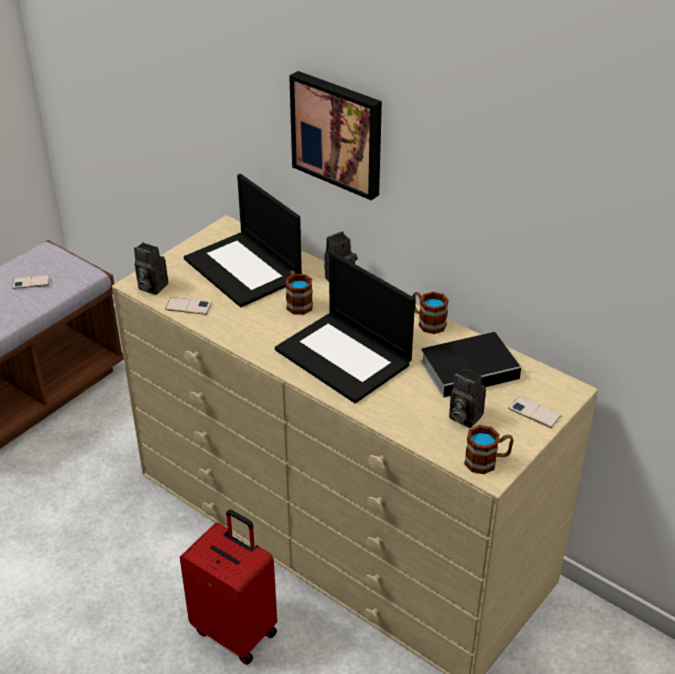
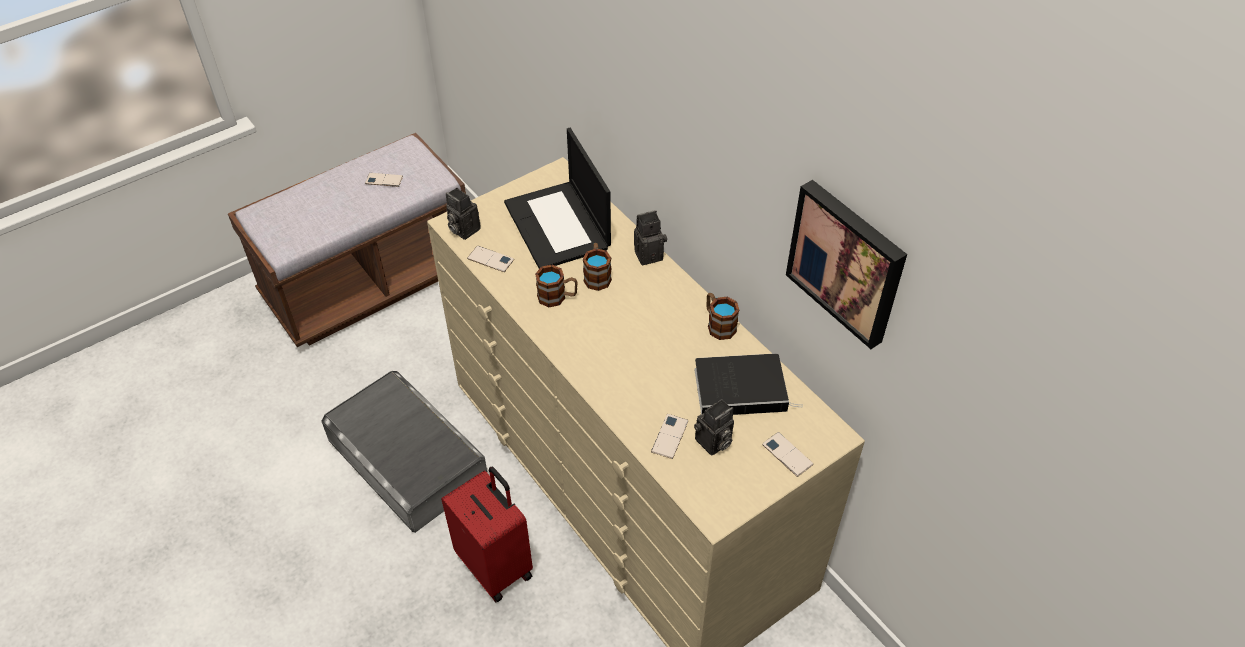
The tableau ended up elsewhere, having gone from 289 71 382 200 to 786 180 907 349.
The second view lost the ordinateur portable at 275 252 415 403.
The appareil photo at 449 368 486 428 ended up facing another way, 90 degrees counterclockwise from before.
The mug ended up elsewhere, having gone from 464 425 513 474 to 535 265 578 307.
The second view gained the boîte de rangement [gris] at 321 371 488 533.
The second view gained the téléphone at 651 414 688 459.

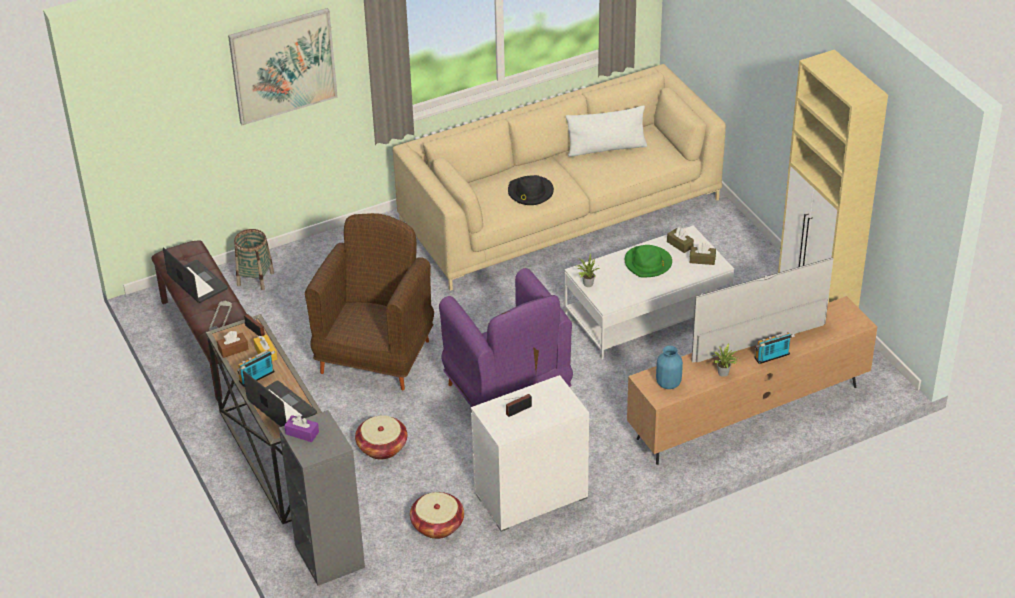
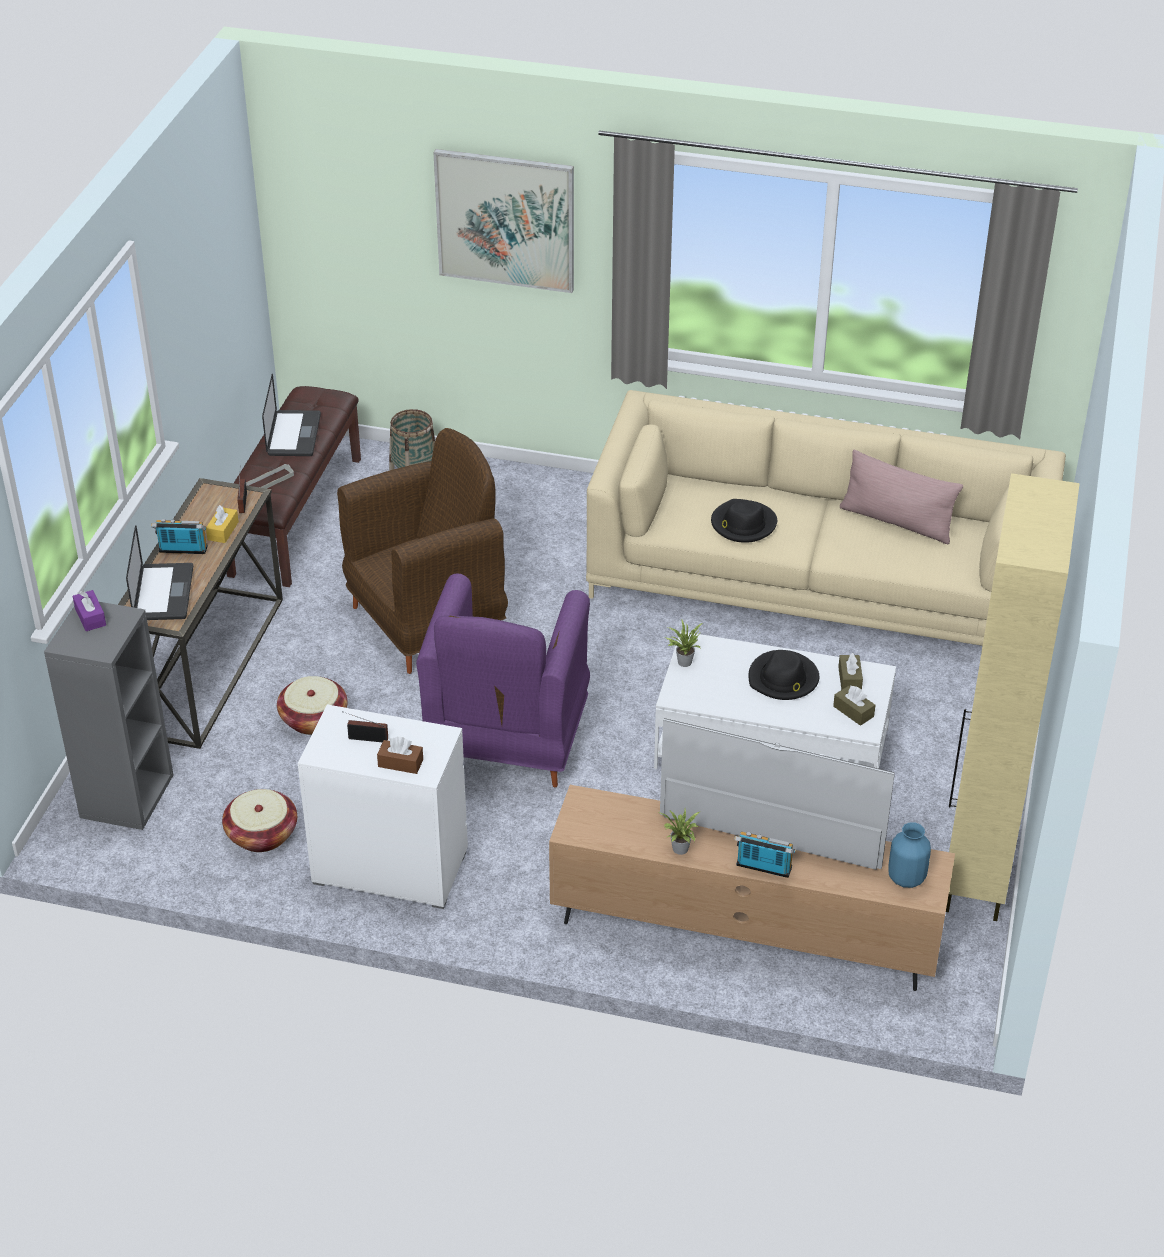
What was the coussin [blanc] at 566 106 647 157 turned into the coussin [rose] at 840 450 963 544.
What was the chapeau [vert] at 625 245 672 277 turned into the chapeau [noir] at 749 650 819 700.
The boîte à mouchoirs [marron] ended up elsewhere, having gone from 217 331 249 358 to 377 737 423 774.
The vase [bleu] ended up elsewhere, having gone from 656 346 683 389 to 888 822 931 888.

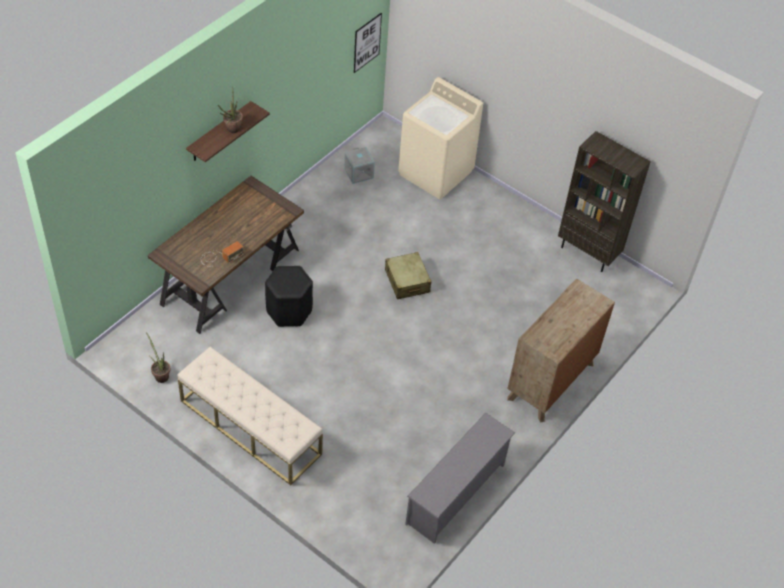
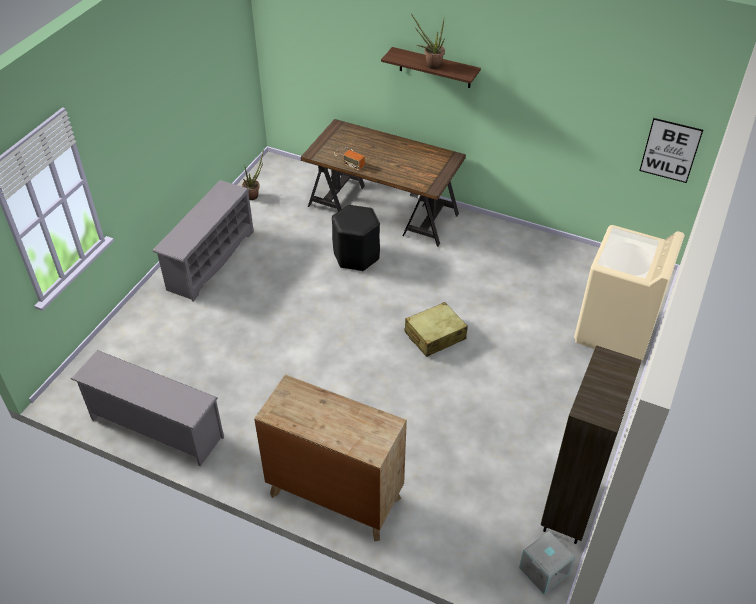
The boîte de rangement [gris] ended up elsewhere, having gone from 344 147 375 184 to 519 531 575 594.
Where the banc [beige] stood at 178 347 323 485, the étagère à chaussures [gris] came to stand at 152 180 254 302.

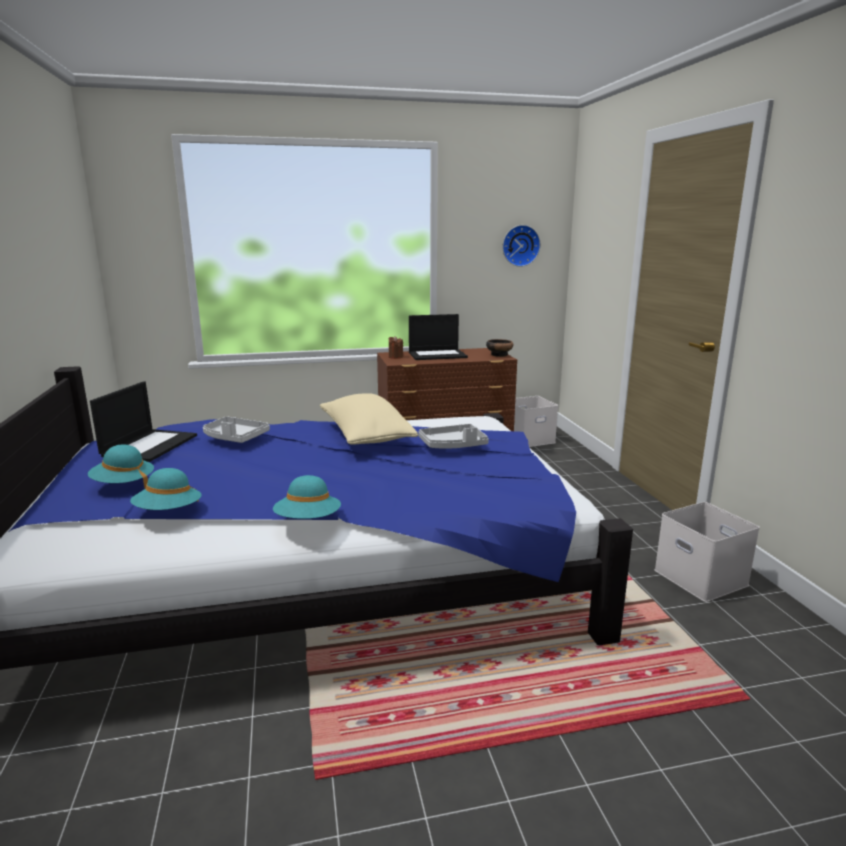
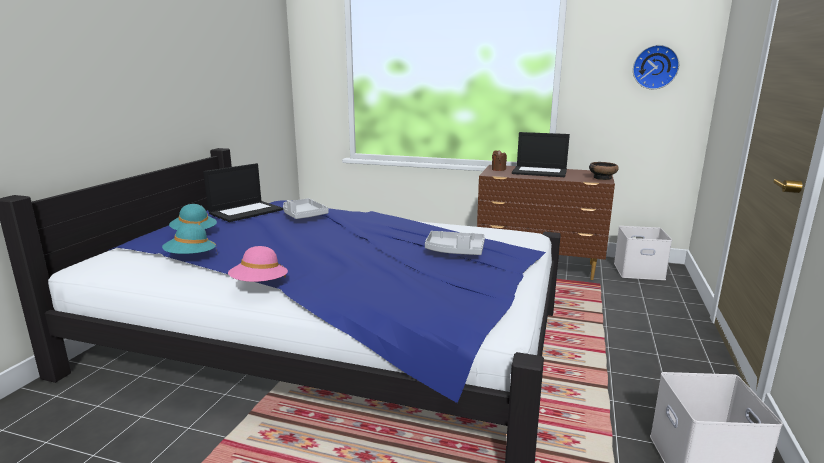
The second view lost the coussin [beige] at 320 393 418 445.
What was the chapeau [turquoise] at 273 475 341 519 turned into the chapeau [rose] at 228 246 288 282.

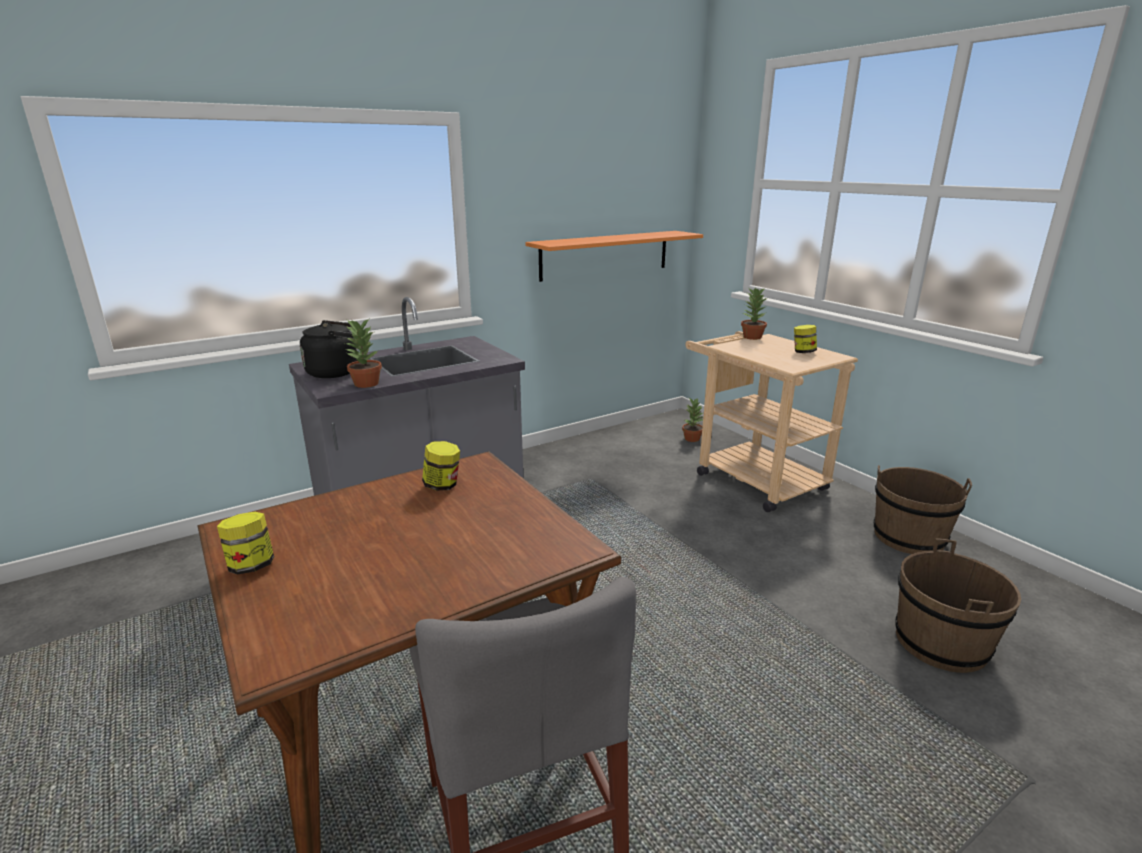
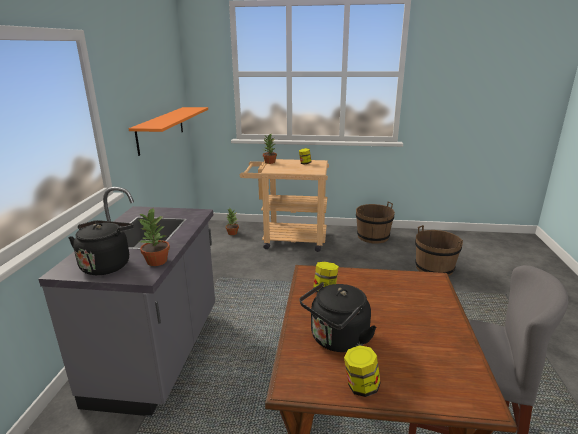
The second view gained the bouilloire [noir] at 300 282 377 352.

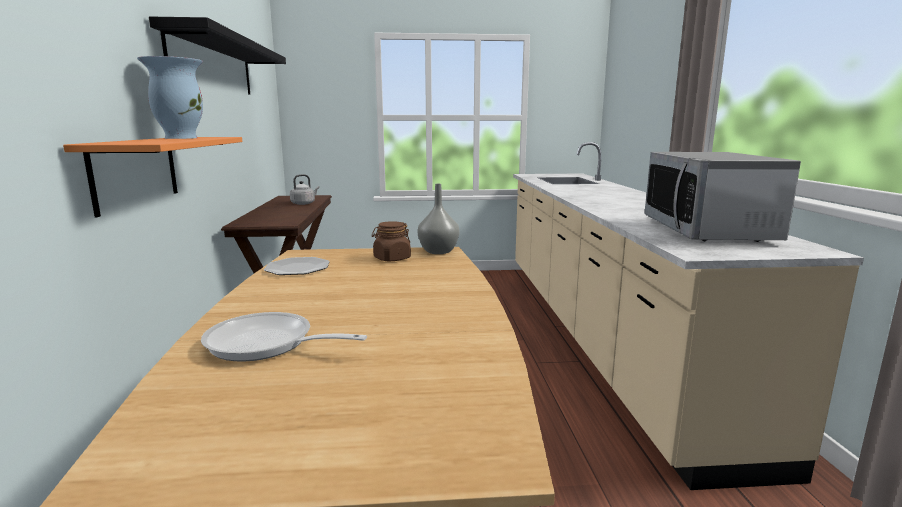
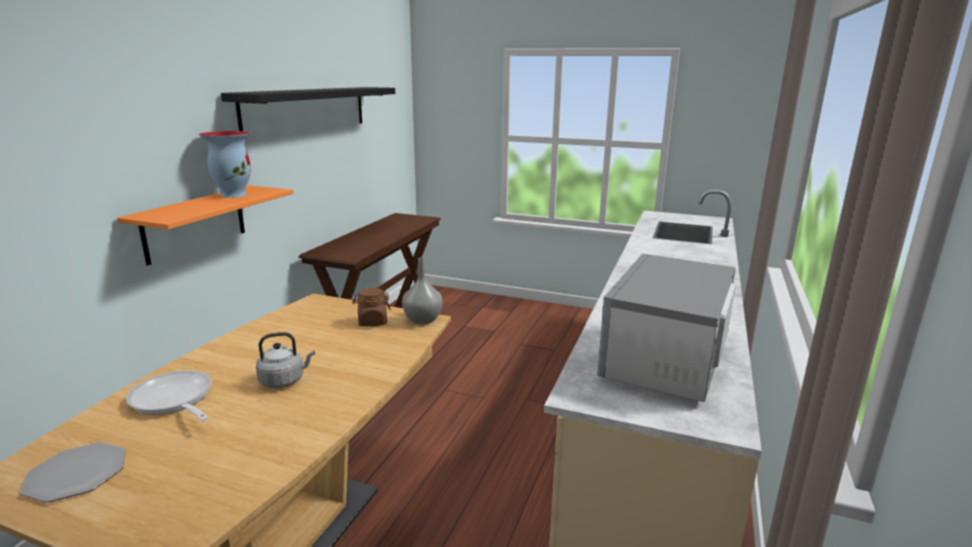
The bouilloire [gris] ended up elsewhere, having gone from 290 174 319 205 to 256 332 315 388.
The assiette ended up elsewhere, having gone from 264 257 330 275 to 20 442 126 502.

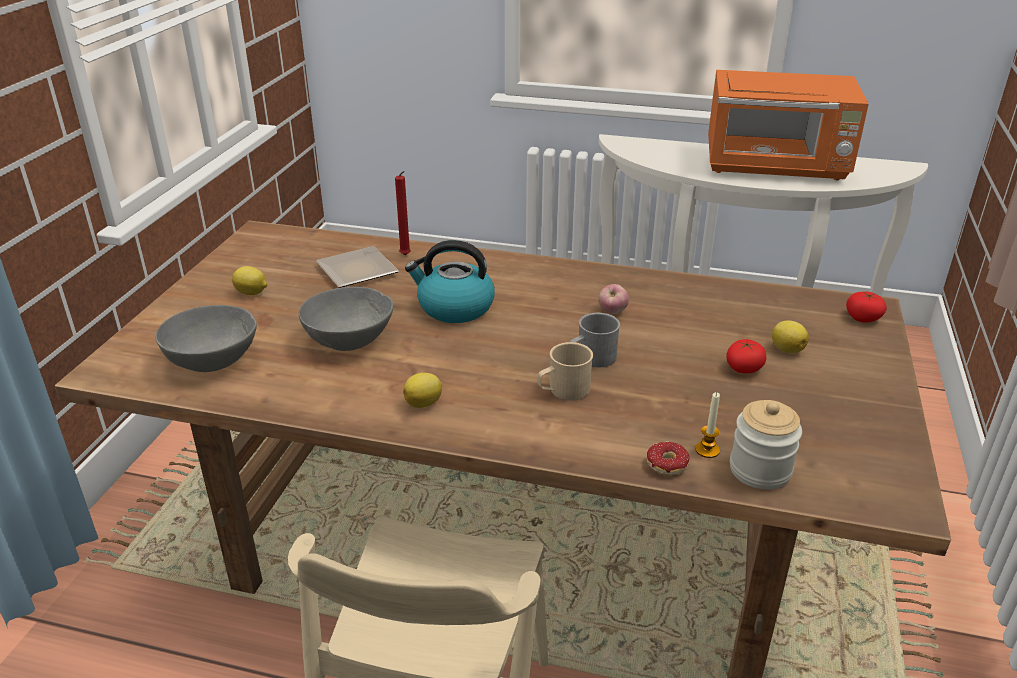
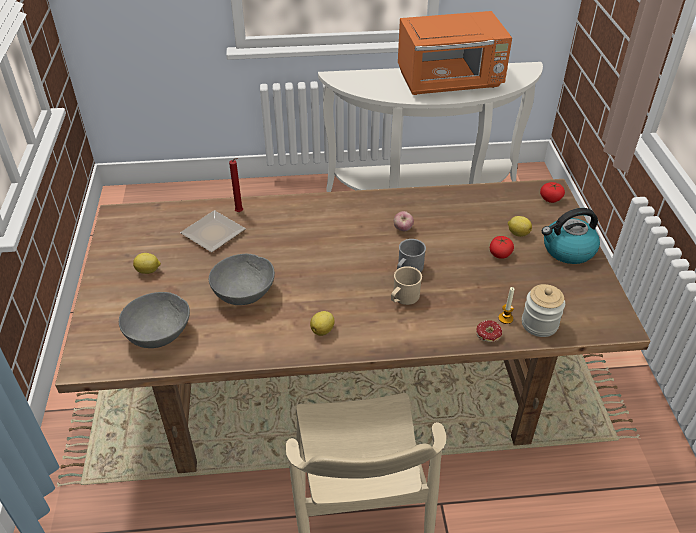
The bouilloire ended up elsewhere, having gone from 405 240 495 323 to 542 208 600 264.

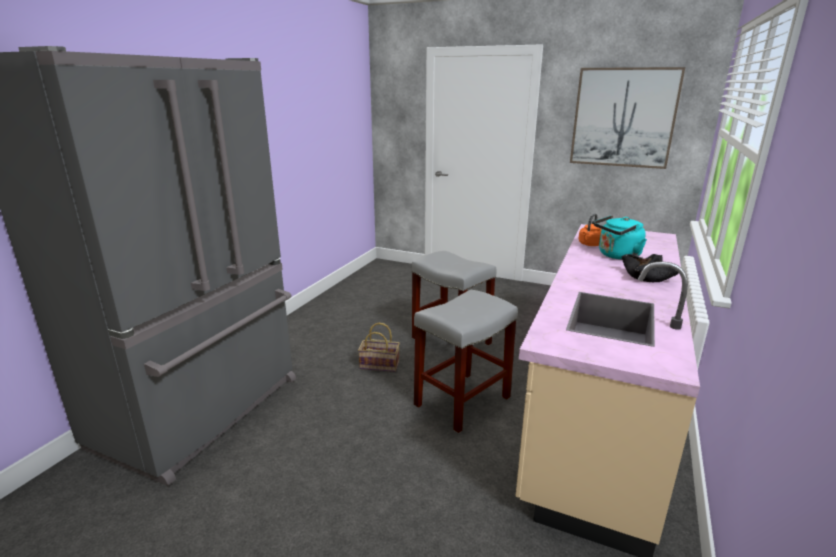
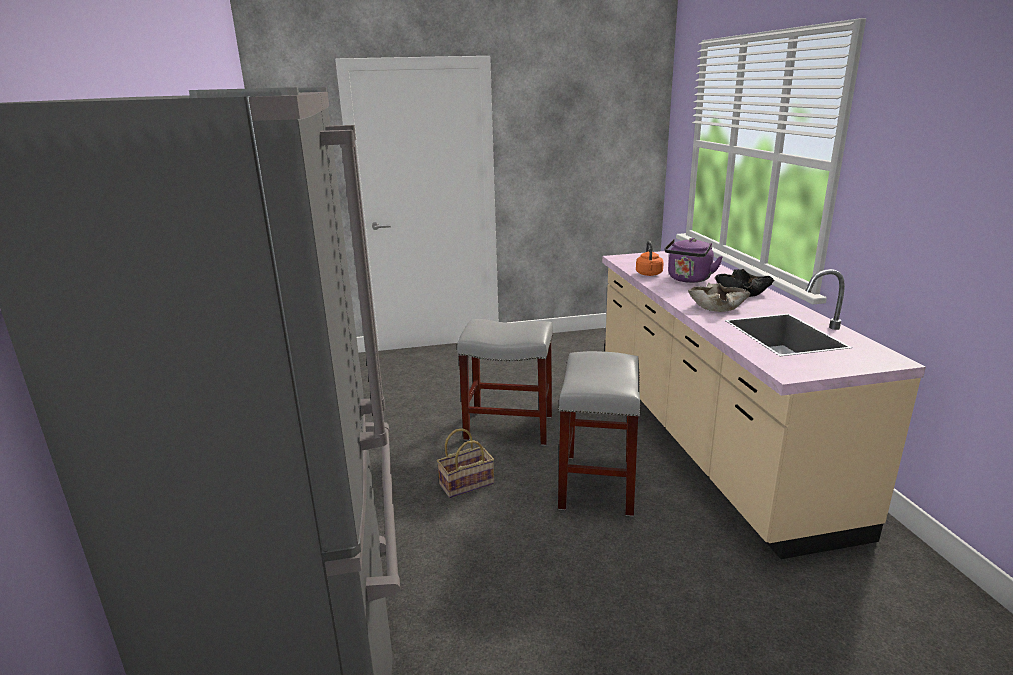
The second view lost the tableau at 570 67 685 169.
What was the bouilloire [turquoise] at 594 215 647 260 turned into the bouilloire [violet] at 664 238 723 283.
The second view gained the bol [beige] at 688 283 751 312.

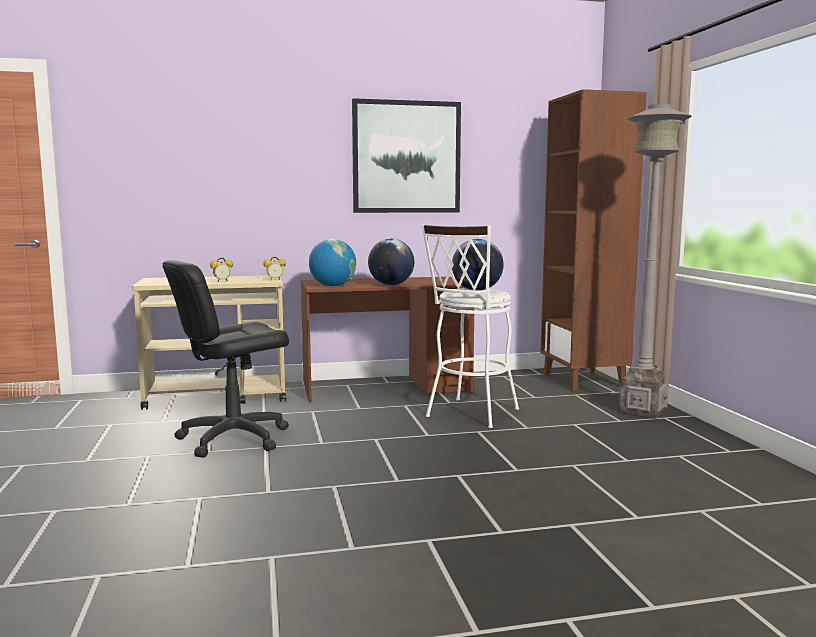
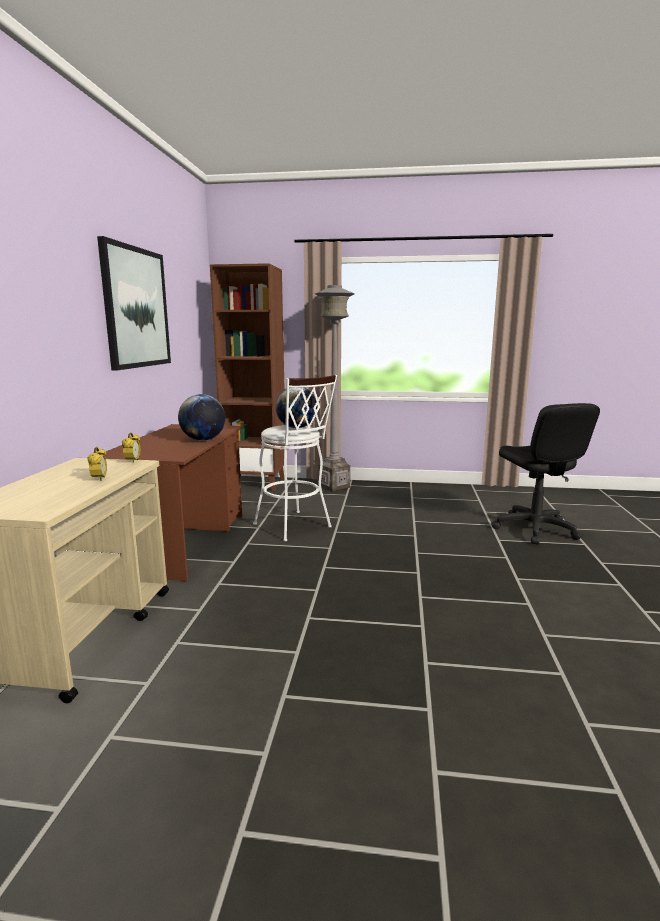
The second view lost the globe at 309 239 356 286.
The chaise de bureau [noir] ended up elsewhere, having gone from 163 260 289 458 to 491 403 600 545.

